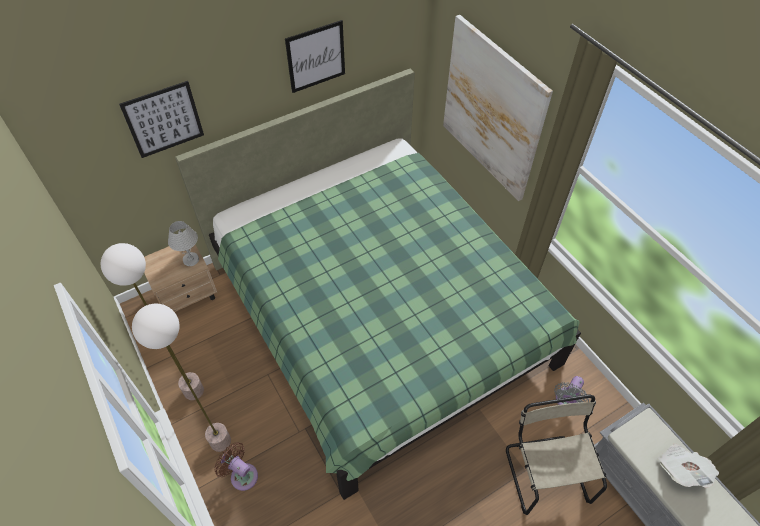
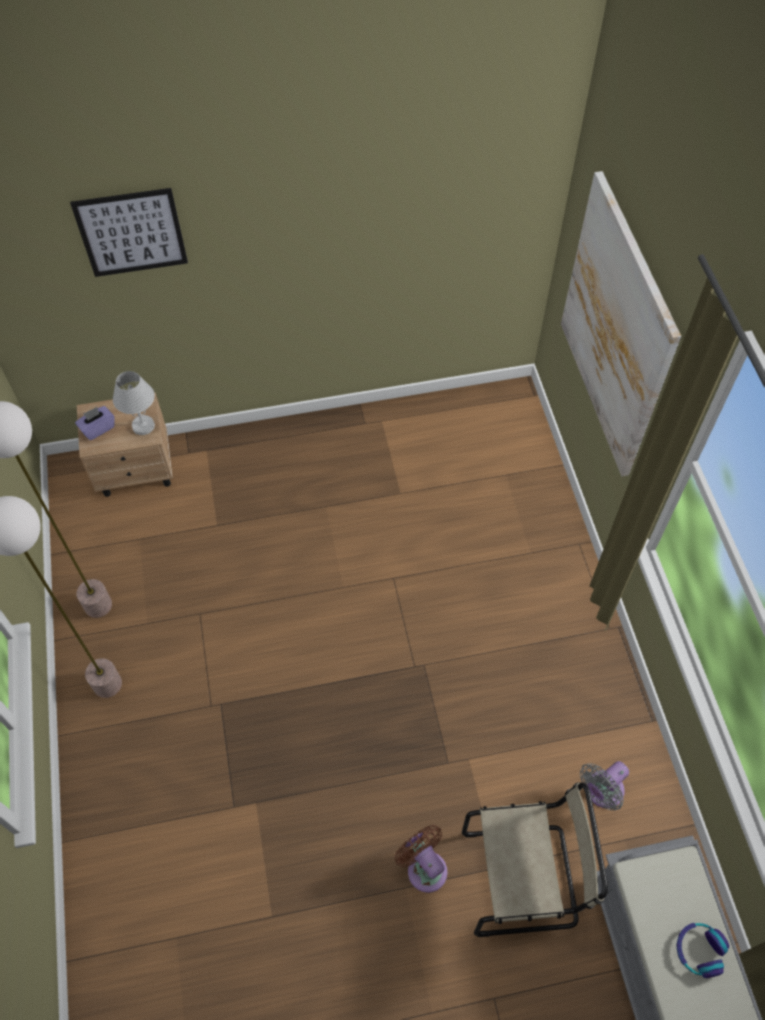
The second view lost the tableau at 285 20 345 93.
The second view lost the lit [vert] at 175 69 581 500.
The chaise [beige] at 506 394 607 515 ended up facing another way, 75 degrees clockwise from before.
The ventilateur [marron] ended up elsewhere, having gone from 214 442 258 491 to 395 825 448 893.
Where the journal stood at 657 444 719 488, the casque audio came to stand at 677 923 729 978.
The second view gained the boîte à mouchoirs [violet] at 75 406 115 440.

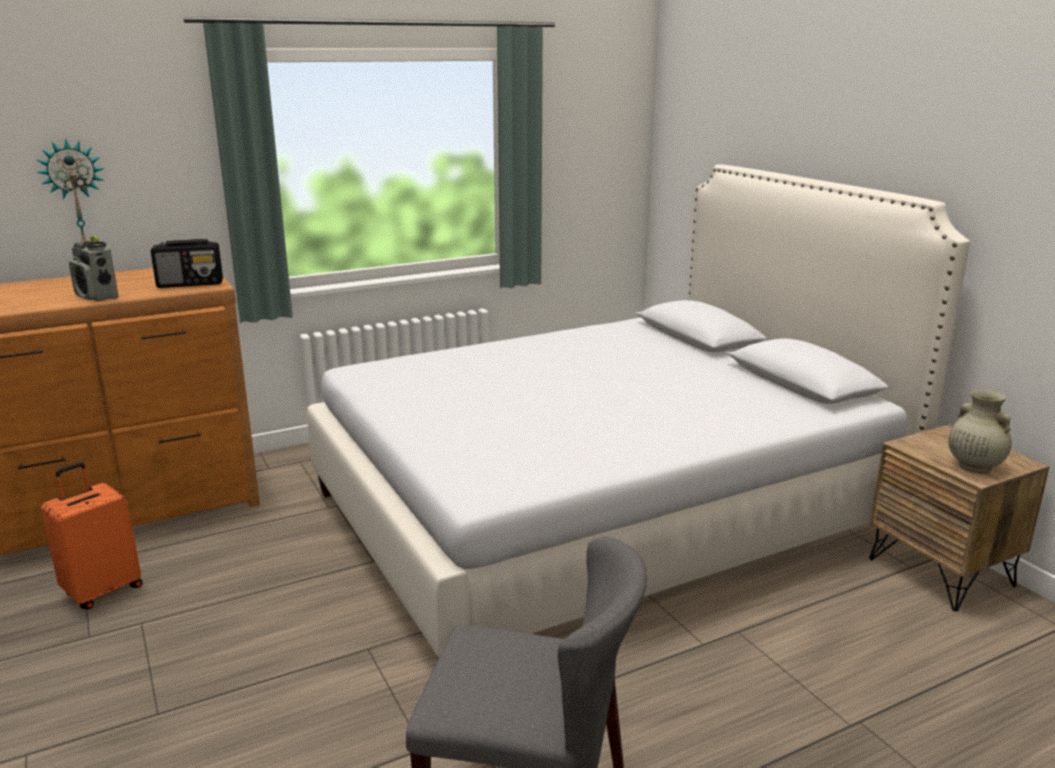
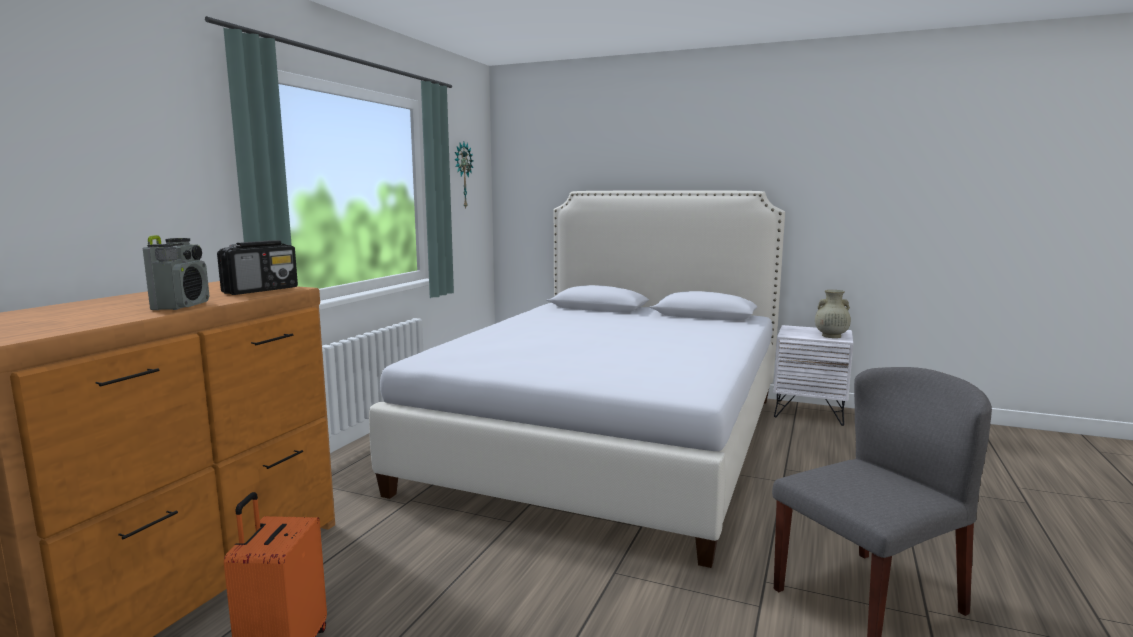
The horloge murale ended up elsewhere, having gone from 37 138 104 242 to 454 142 473 208.
The radio at 69 236 119 301 ended up facing another way, 90 degrees counterclockwise from before.
What was the table de chevet [marron] at 869 424 1050 611 turned into the table de chevet [blanc] at 774 325 853 426.

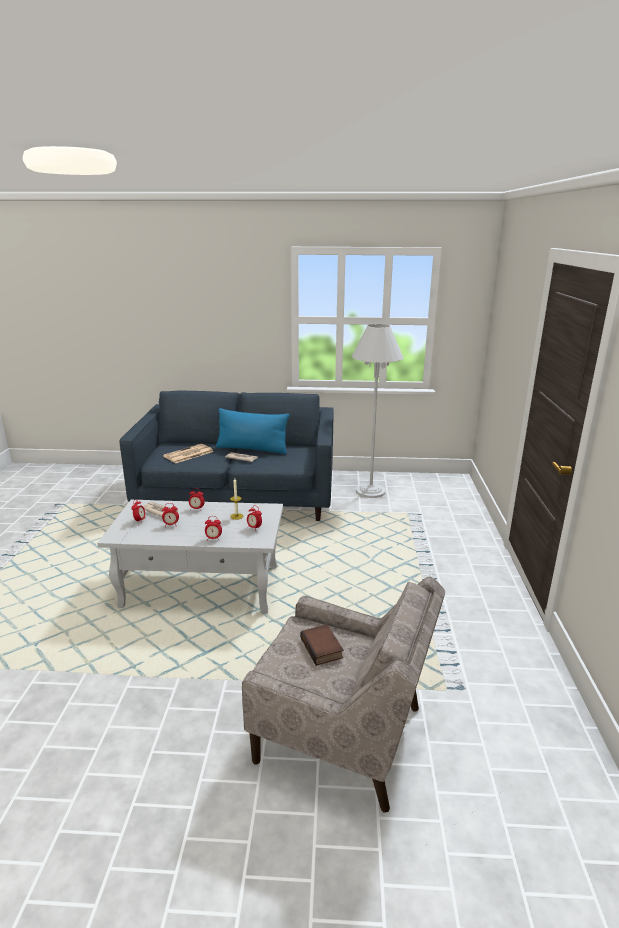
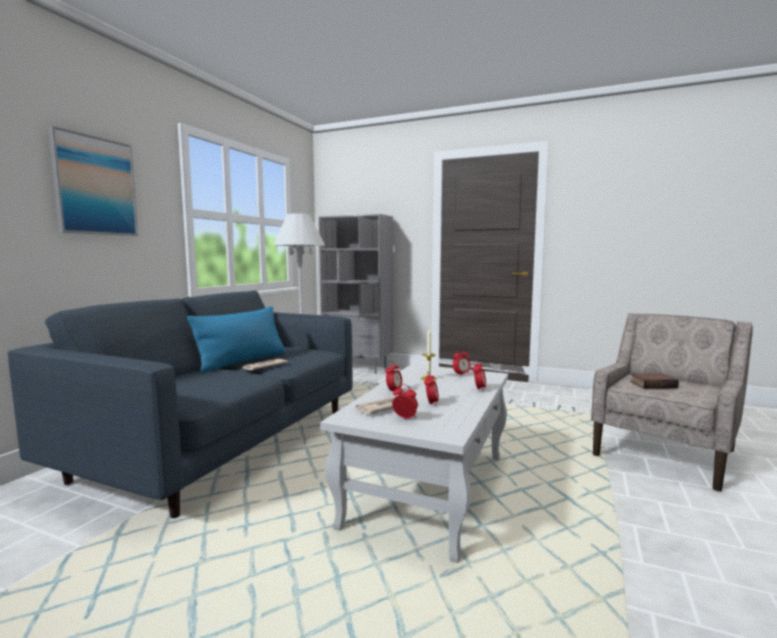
The second view lost the journal at 163 444 214 463.
The second view gained the tableau at 48 126 138 236.
The second view gained the bibliothèque [gris] at 318 214 393 374.

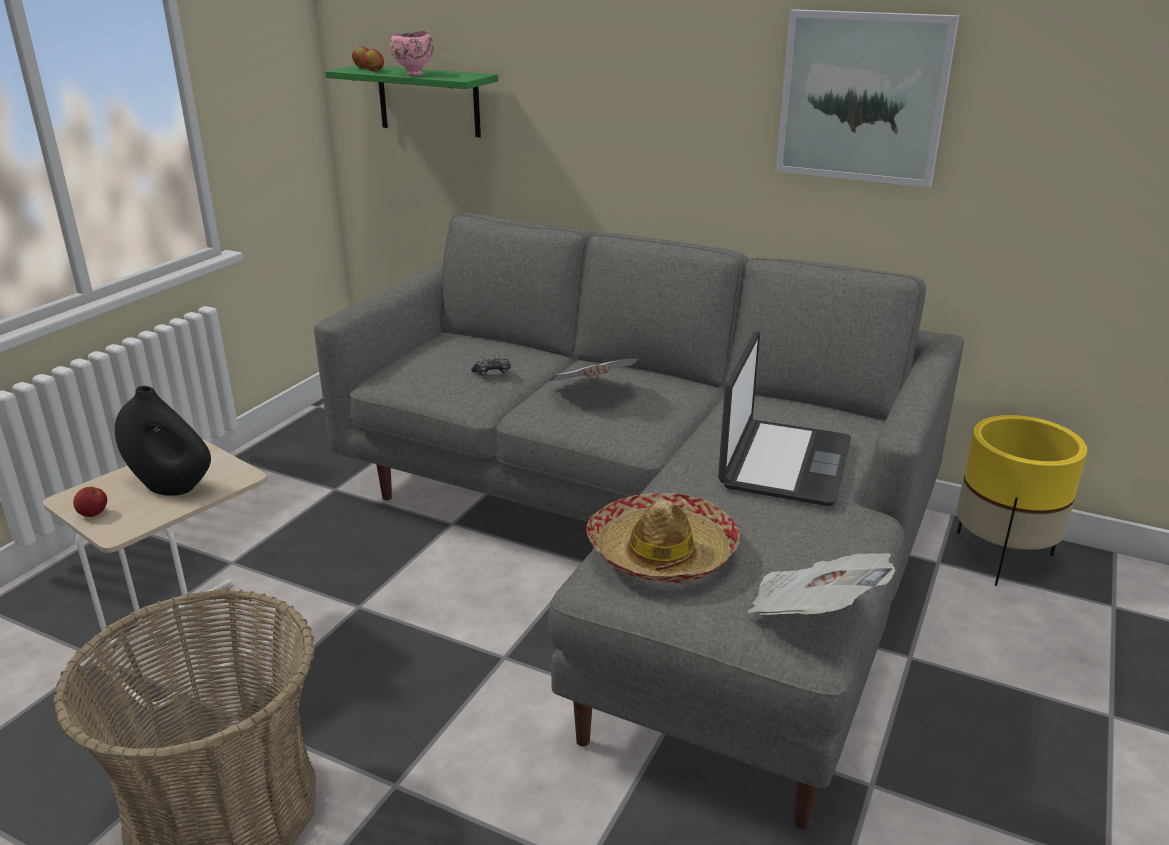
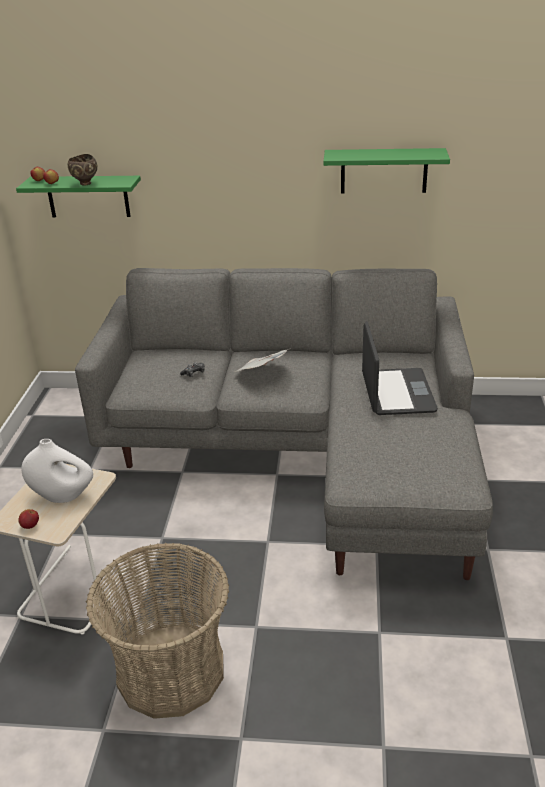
Where the tableau hung at 776 9 959 188, the étagère [vert] came to hang at 323 148 450 193.
What was the bol [rose] at 390 31 434 76 turned into the bol [marron] at 68 154 97 186.
What was the vase [noir] at 115 386 211 496 turned into the vase [blanc] at 21 439 93 503.
The second view lost the cache-pot [jaune] at 957 415 1087 586.
The second view lost the chapeau at 586 493 740 583.
The second view lost the journal at 747 553 895 615.

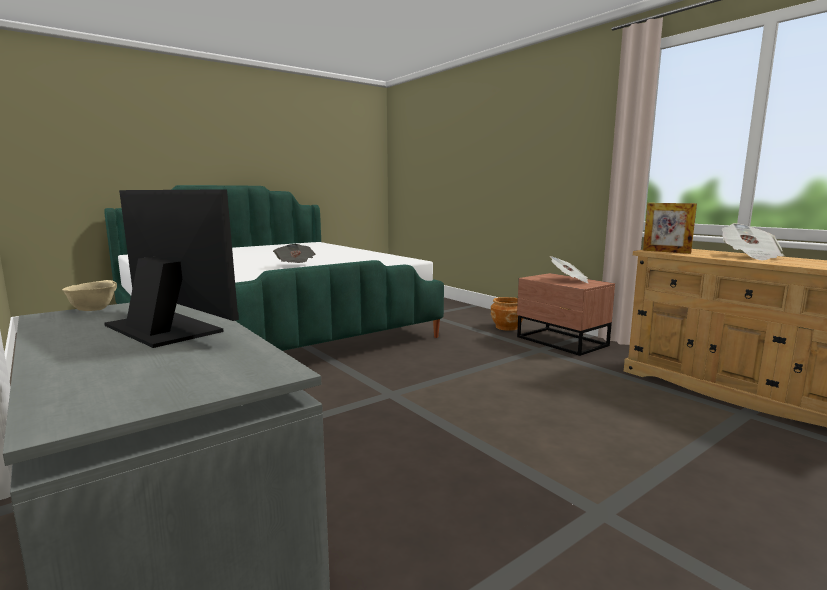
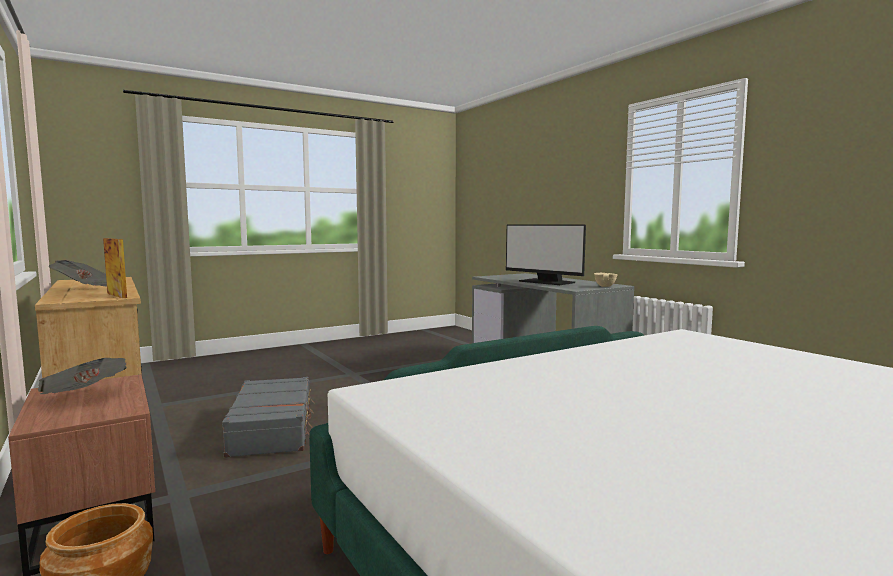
The second view lost the journal at 273 244 315 263.
The second view gained the valise [gris] at 222 377 314 458.

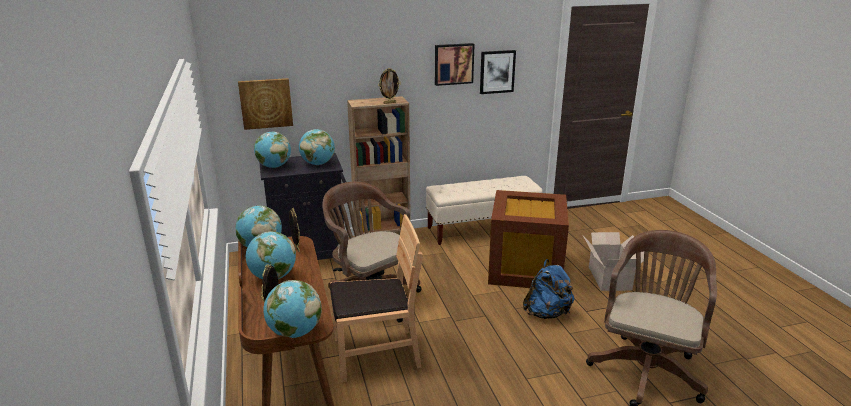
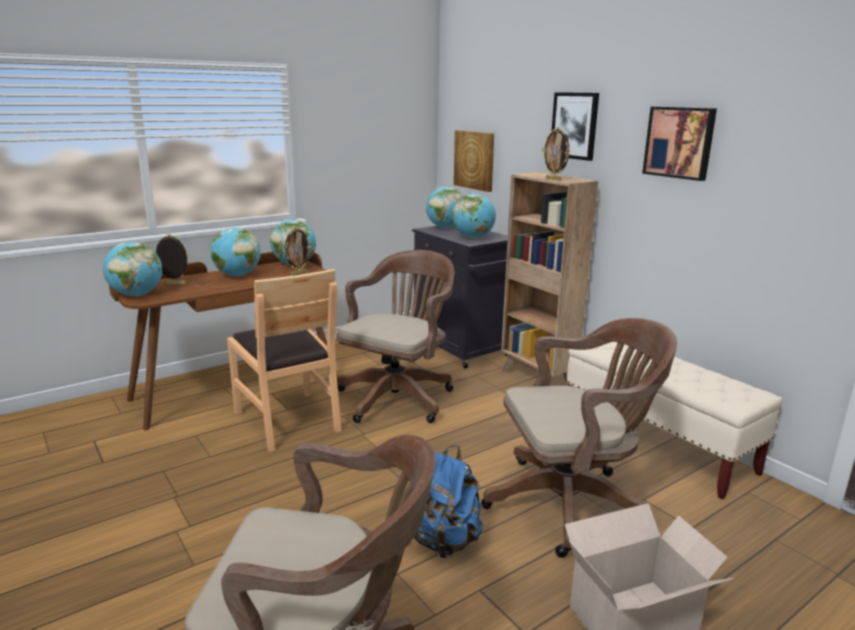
The tableau ended up elsewhere, having gone from 480 50 516 94 to 552 92 599 161.
Where the boîte de rangement [marron] stood at 488 190 569 288, the chaise de bureau [marron] came to stand at 481 318 677 558.

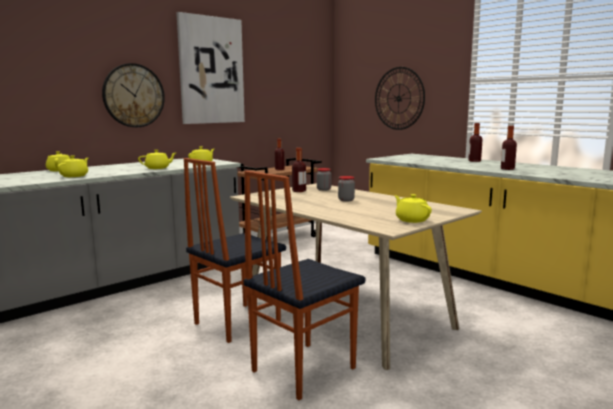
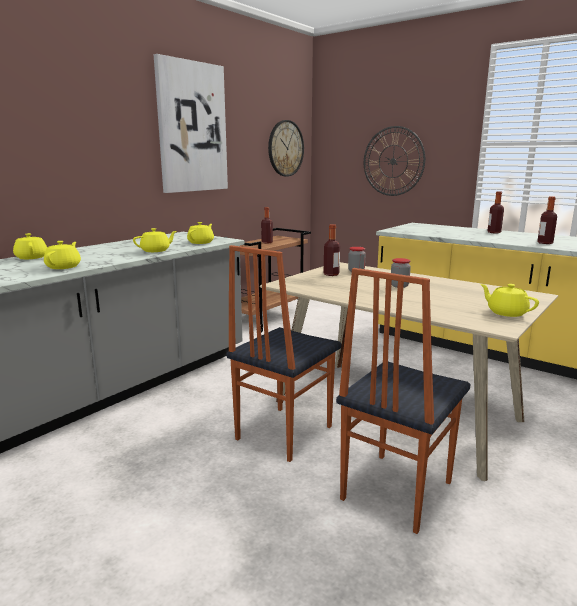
The horloge murale ended up elsewhere, having gone from 102 63 165 127 to 268 120 304 177.

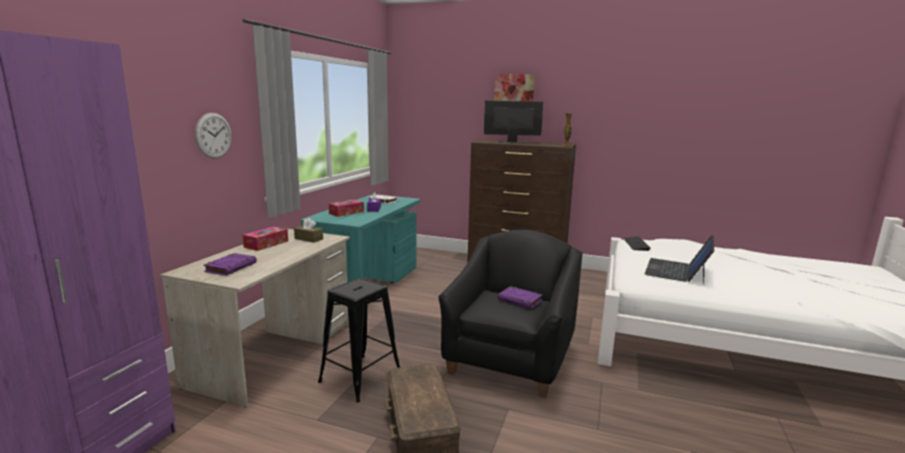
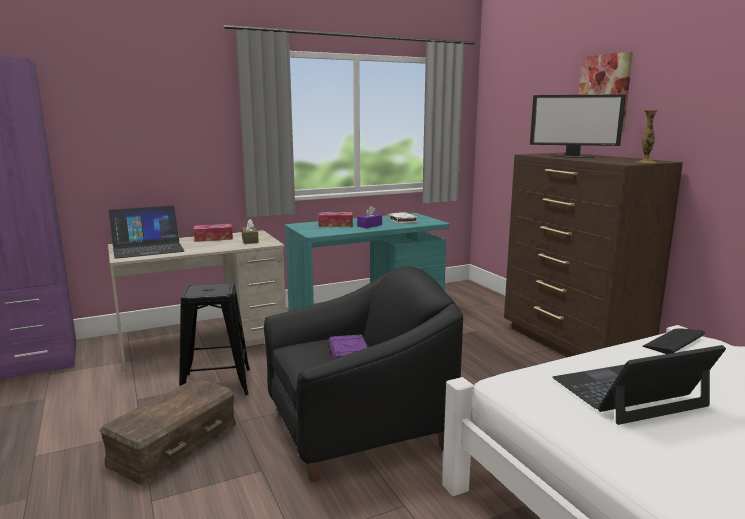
The écran d'ordinateur at 484 101 543 143 ended up facing another way, 150 degrees clockwise from before.
The second view lost the horloge murale at 195 113 232 159.
Where the livre [violet] stood at 203 253 257 275, the ordinateur portable came to stand at 109 206 185 259.

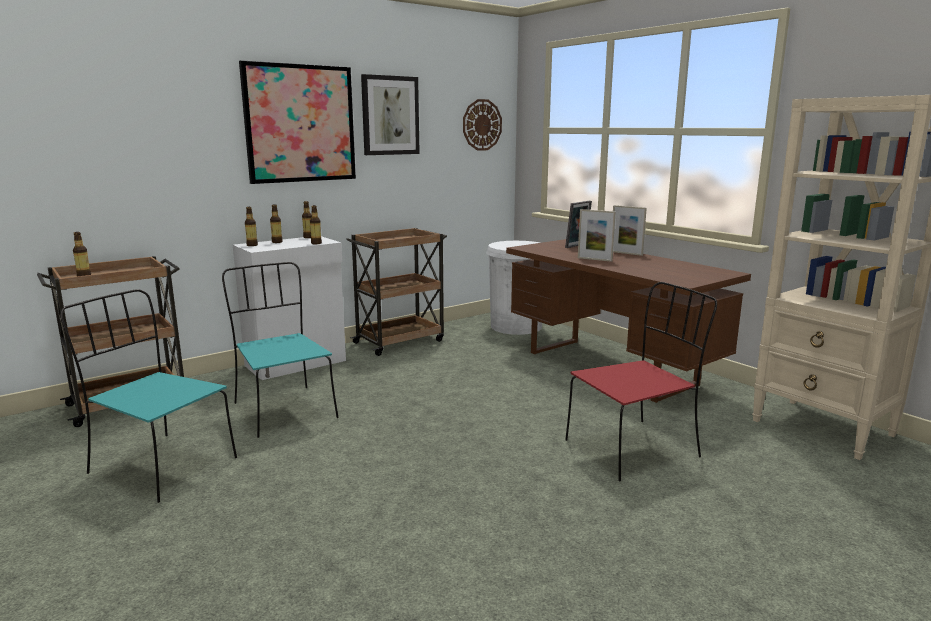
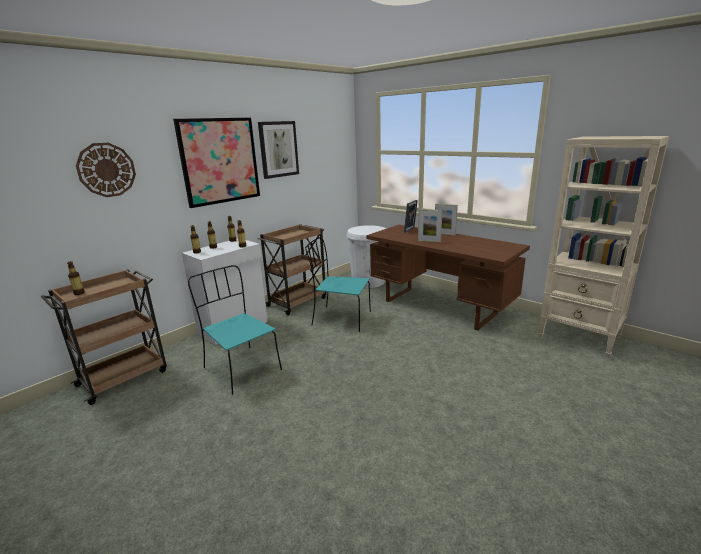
The horloge murale ended up elsewhere, having gone from 463 99 502 151 to 76 143 136 197.
The second view lost the chaise [rouge] at 565 282 717 482.
The chaise [turquoise] ended up elsewhere, having gone from 60 289 237 503 to 305 237 371 332.

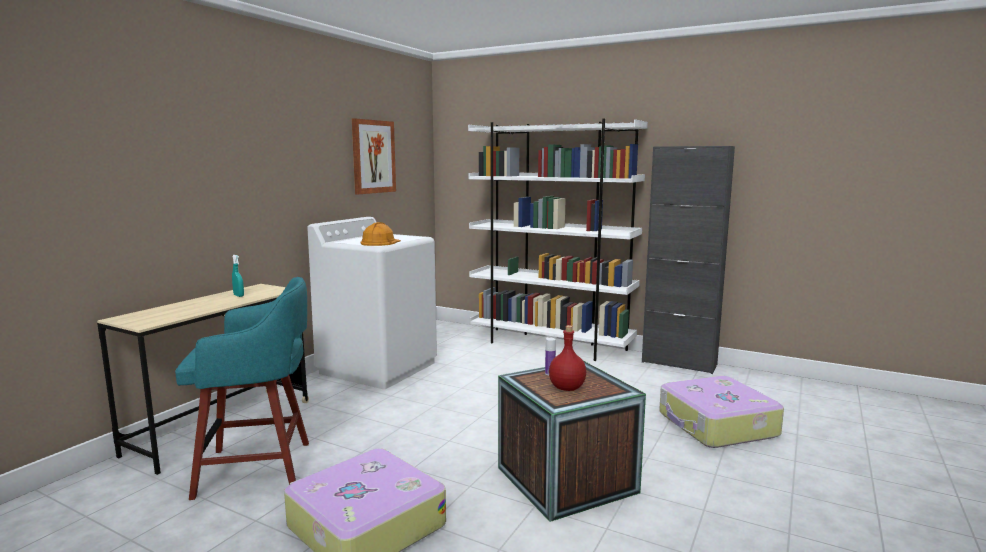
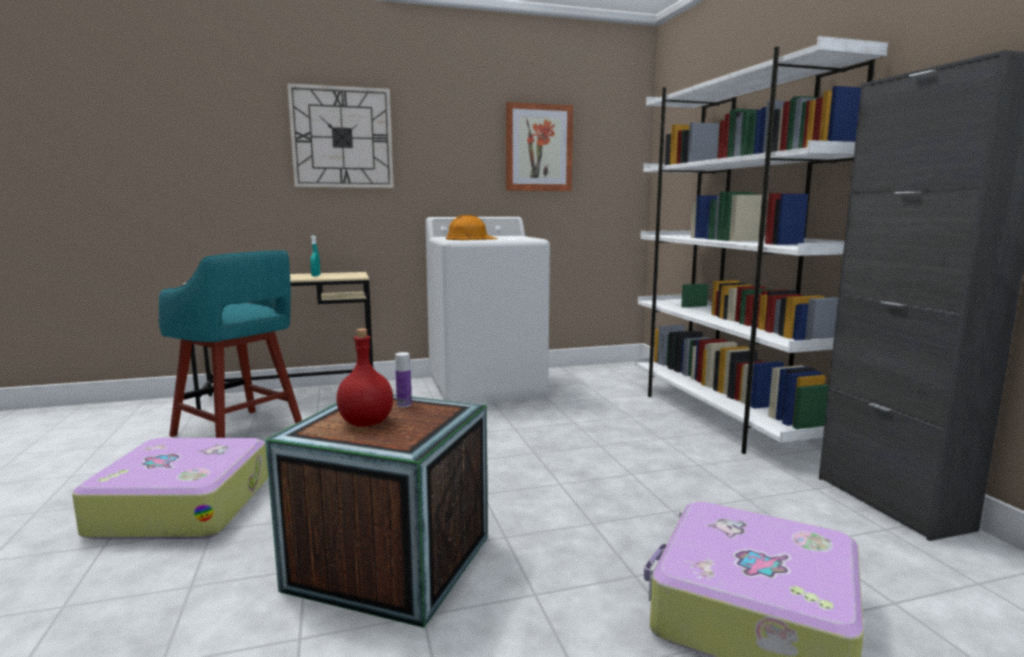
The second view gained the horloge murale at 287 83 394 188.

